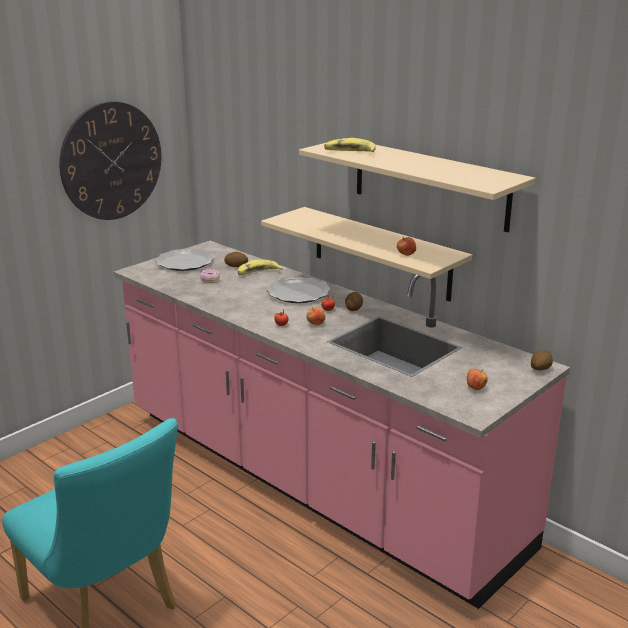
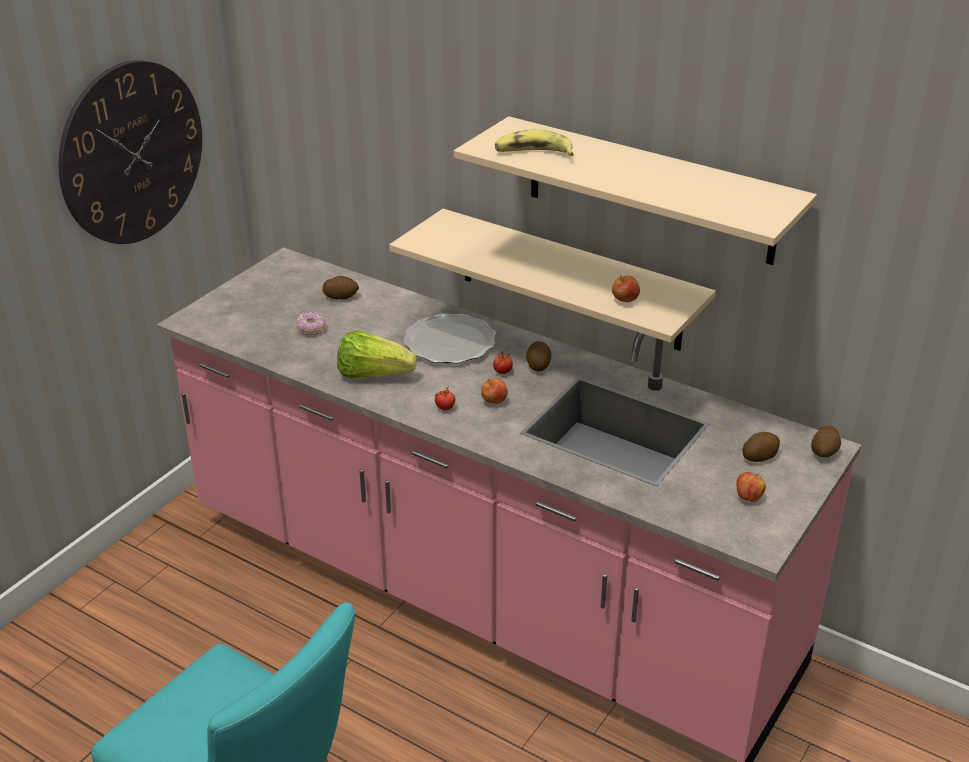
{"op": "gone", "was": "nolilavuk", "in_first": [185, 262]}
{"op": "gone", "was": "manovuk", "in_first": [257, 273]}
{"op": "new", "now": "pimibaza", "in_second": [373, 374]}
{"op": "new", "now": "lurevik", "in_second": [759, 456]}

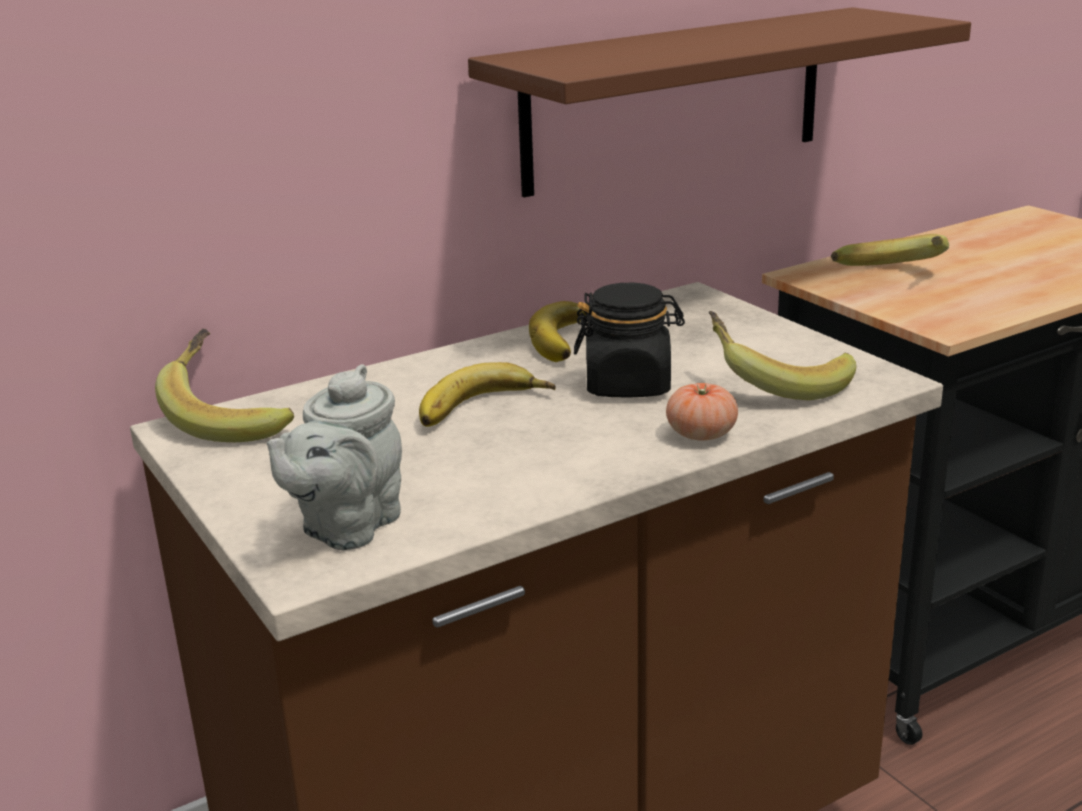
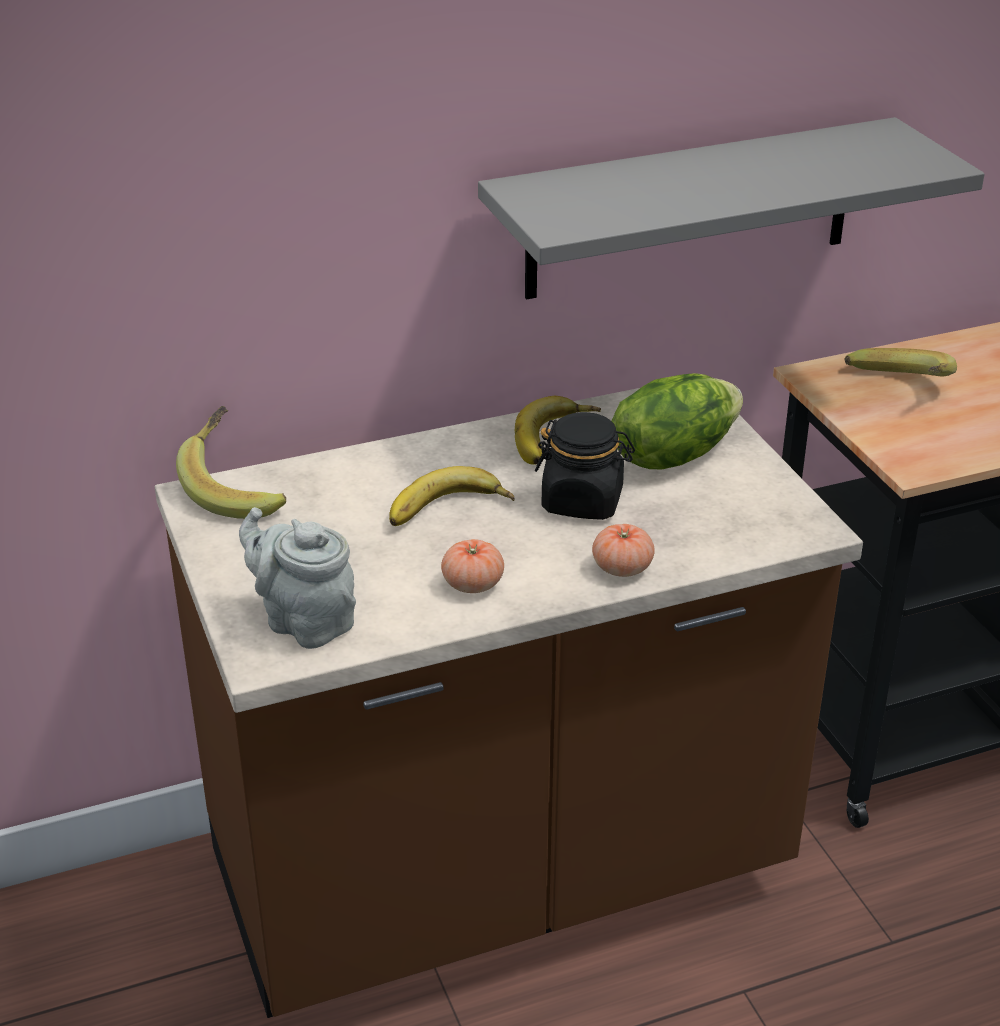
{"op": "gone", "was": "manovuk", "in_first": [776, 384]}
{"op": "new", "now": "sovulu", "in_second": [473, 584]}
{"op": "new", "now": "pimibaza", "in_second": [673, 454]}
{"op": "repainted", "was": "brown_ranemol", "now": "grey_ranemol", "in_first": [676, 99], "in_second": [691, 209]}
{"op": "rotated", "was": "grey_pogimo", "in_first": [346, 527], "in_second": [304, 621], "clockwise": 90}

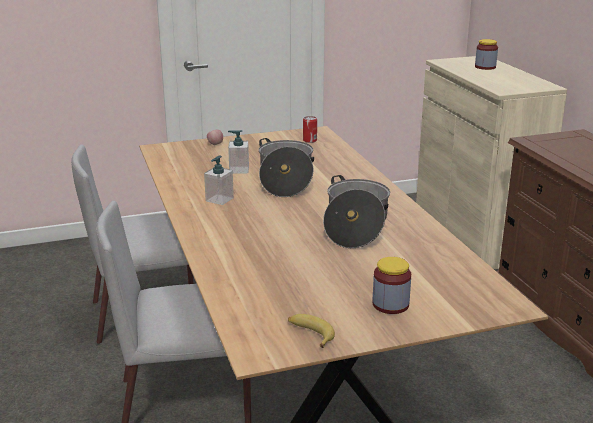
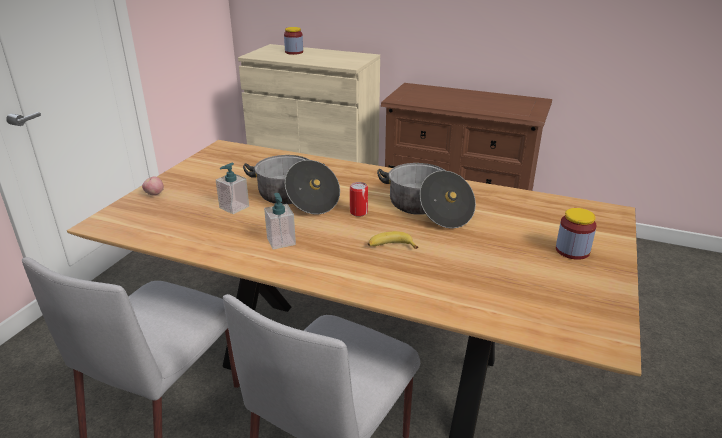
{"op": "shifted", "was": "manovuk", "in_first": [310, 334], "in_second": [391, 246]}
{"op": "shifted", "was": "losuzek", "in_first": [309, 140], "in_second": [358, 212]}

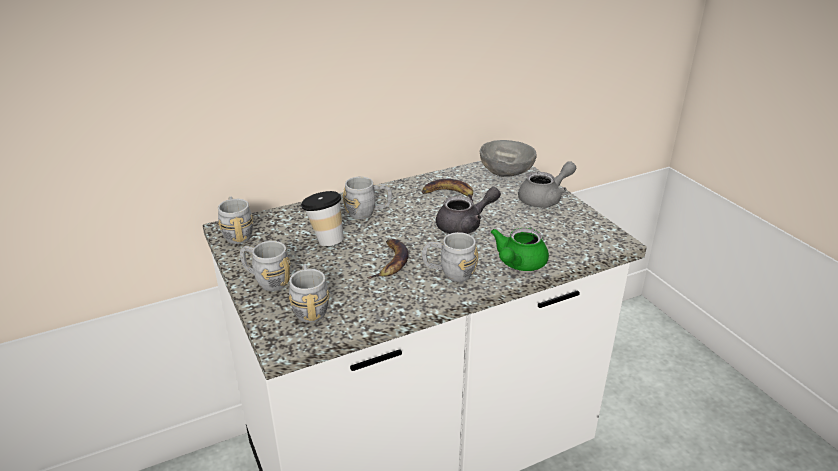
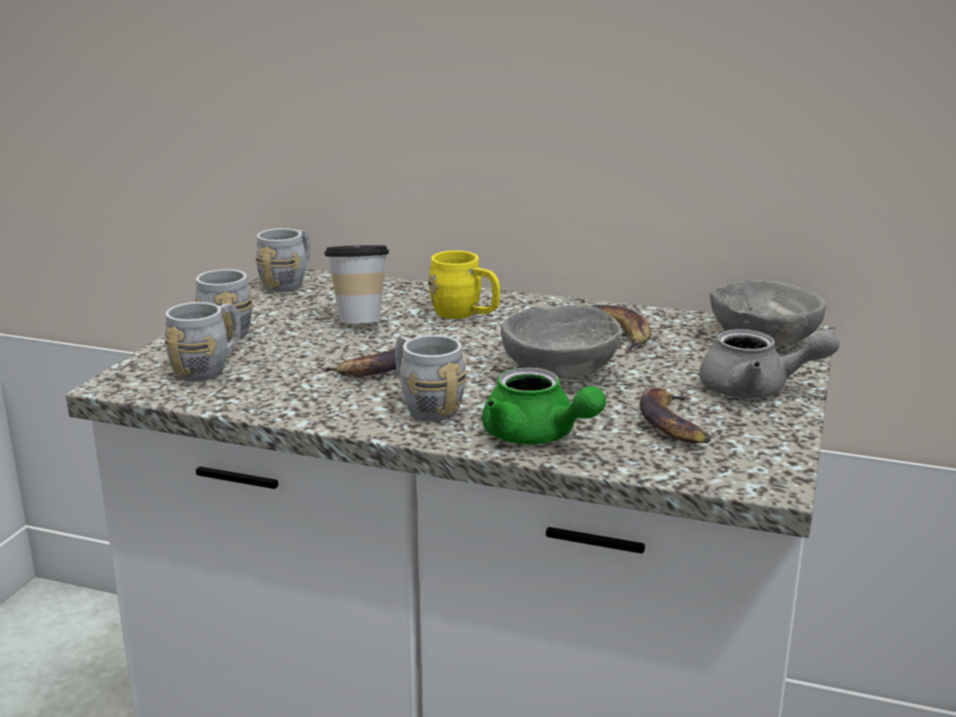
{"op": "new", "now": "manovuk", "in_second": [674, 424]}
{"op": "swapped", "was": "grey_pogimo", "now": "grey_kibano", "in_first": [465, 225], "in_second": [560, 371]}
{"op": "repainted", "was": "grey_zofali", "now": "yellow_zofali", "in_first": [368, 212], "in_second": [465, 314]}
{"op": "rotated", "was": "green_pogimo", "in_first": [518, 264], "in_second": [537, 437], "clockwise": -120}

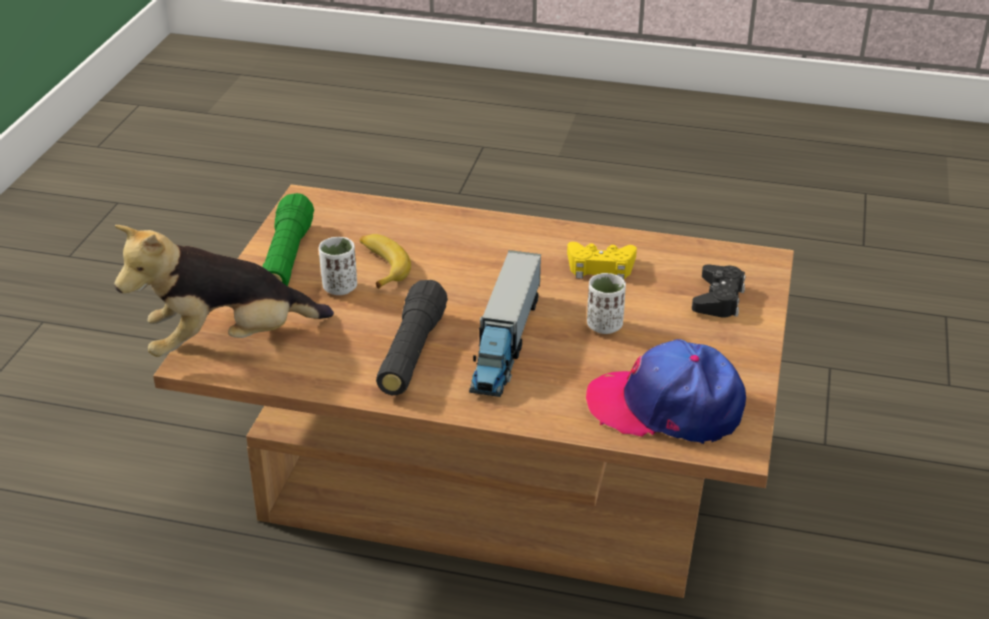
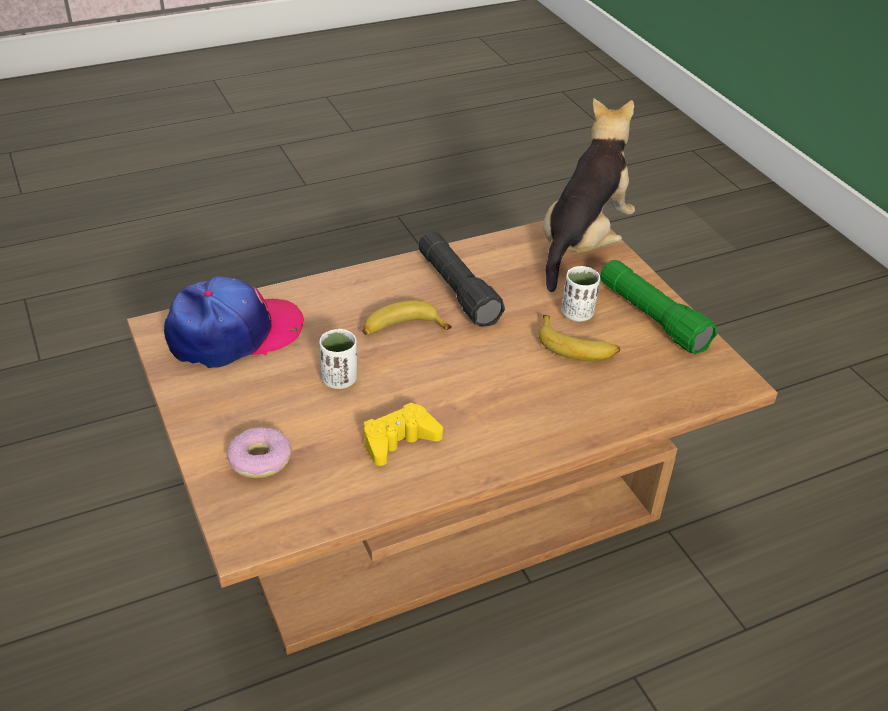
{"op": "swapped", "was": "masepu", "now": "manovuk", "in_first": [505, 342], "in_second": [402, 329]}
{"op": "swapped", "was": "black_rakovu", "now": "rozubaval", "in_first": [718, 299], "in_second": [260, 459]}

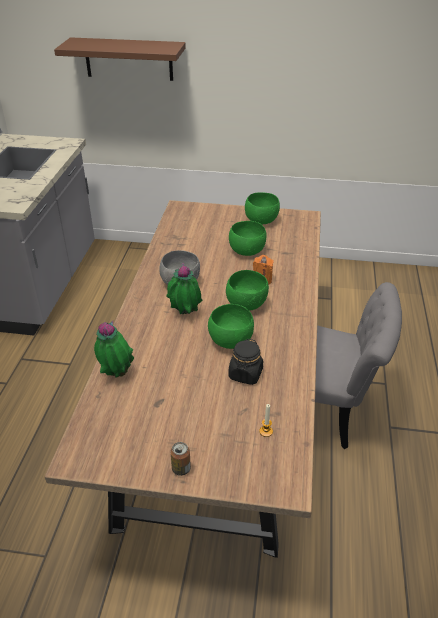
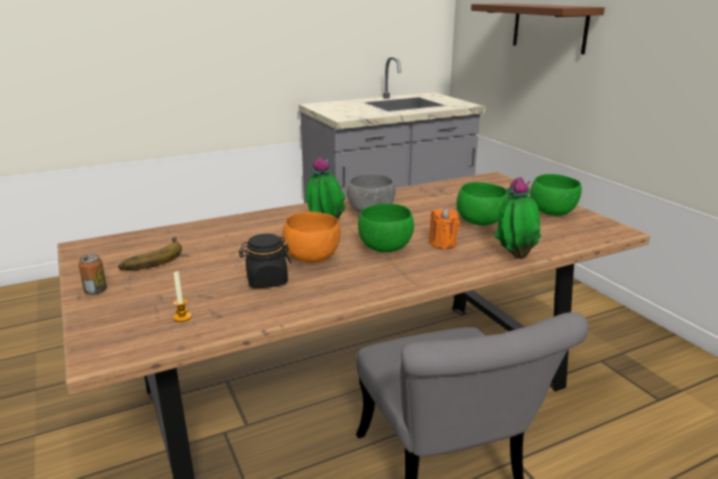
{"op": "new", "now": "manovuk", "in_second": [151, 258]}
{"op": "shifted", "was": "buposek", "in_first": [116, 374], "in_second": [515, 256]}
{"op": "repainted", "was": "green_kibano", "now": "orange_kibano", "in_first": [230, 340], "in_second": [313, 258]}

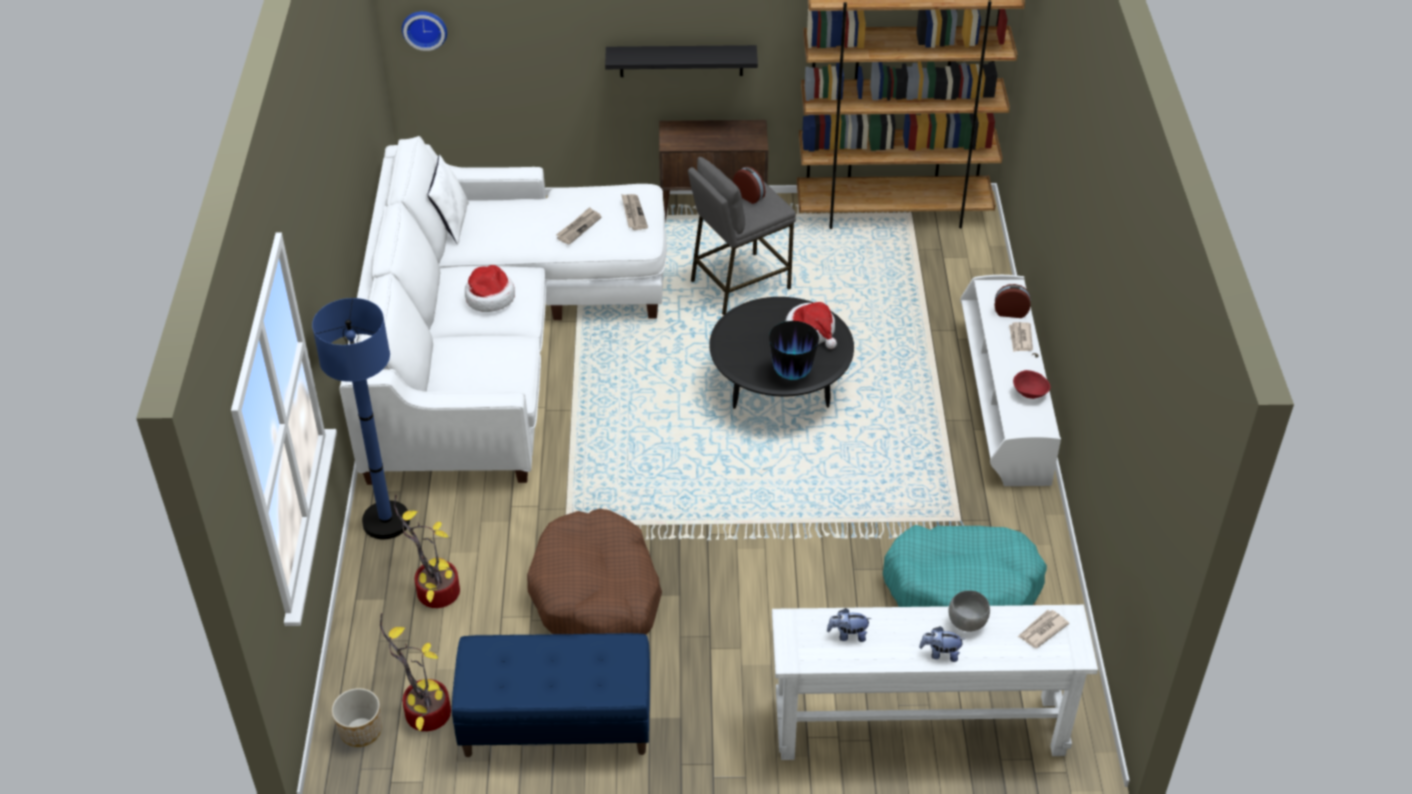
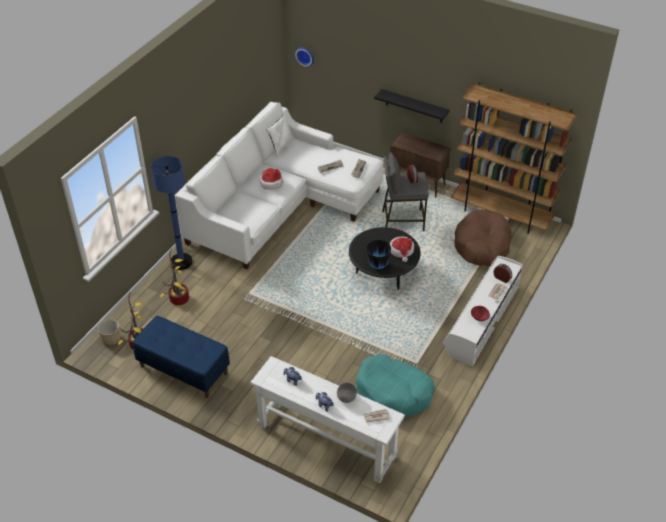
{"op": "shifted", "was": "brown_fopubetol", "in_first": [596, 594], "in_second": [482, 245]}

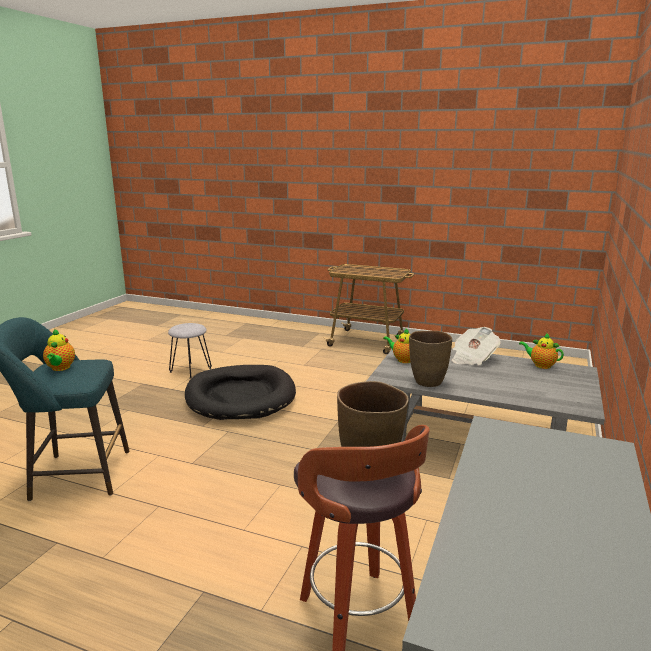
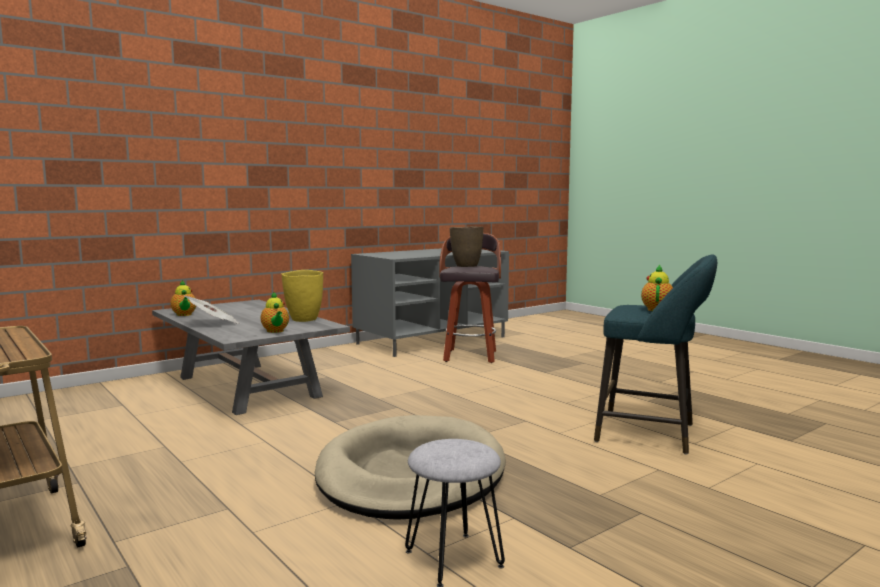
{"op": "repainted", "was": "black_fopubetol", "now": "beige_fopubetol", "in_first": [240, 396], "in_second": [411, 474]}
{"op": "repainted", "was": "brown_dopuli", "now": "yellow_dopuli", "in_first": [427, 382], "in_second": [304, 319]}

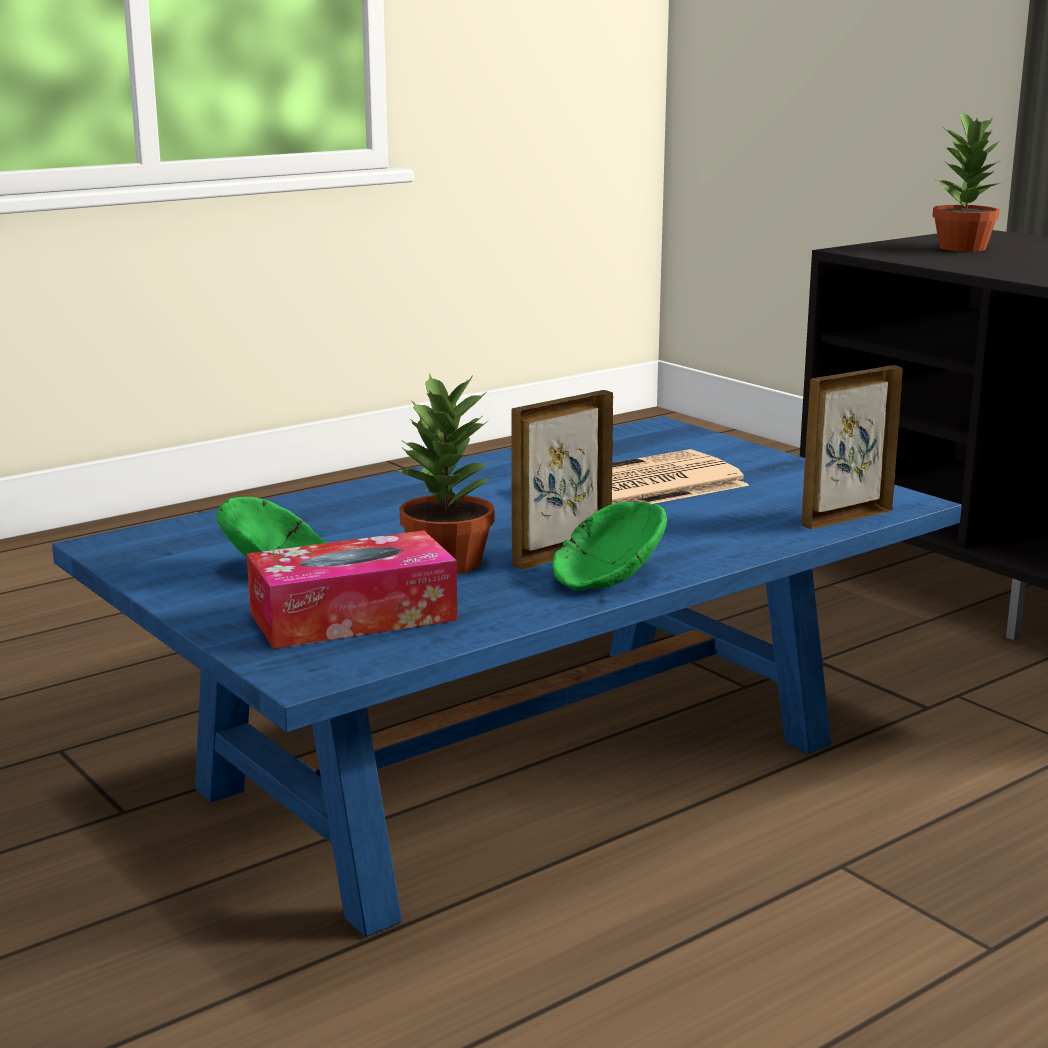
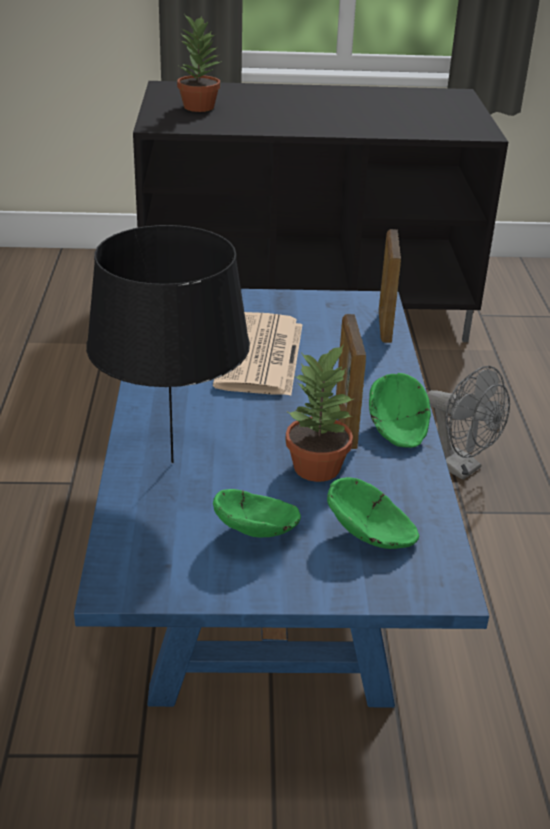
{"op": "new", "now": "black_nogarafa", "in_second": [171, 462]}
{"op": "new", "now": "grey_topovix", "in_second": [459, 467]}
{"op": "swapped", "was": "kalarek", "now": "green_kibano", "in_first": [353, 616], "in_second": [372, 536]}

